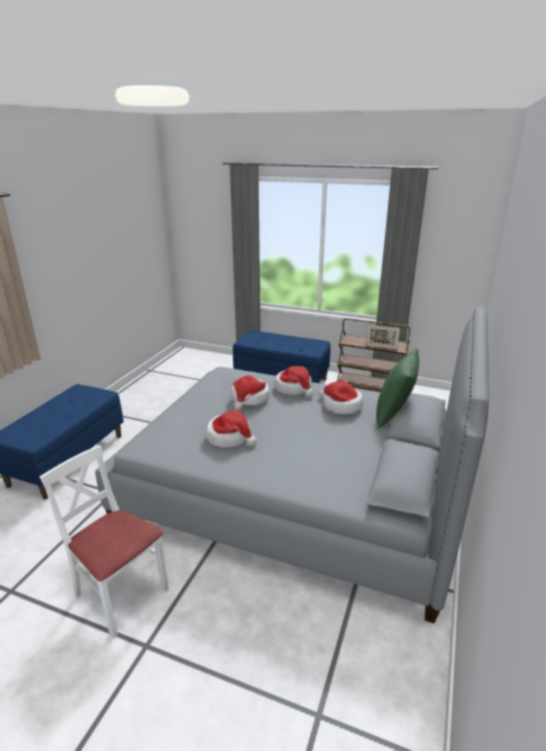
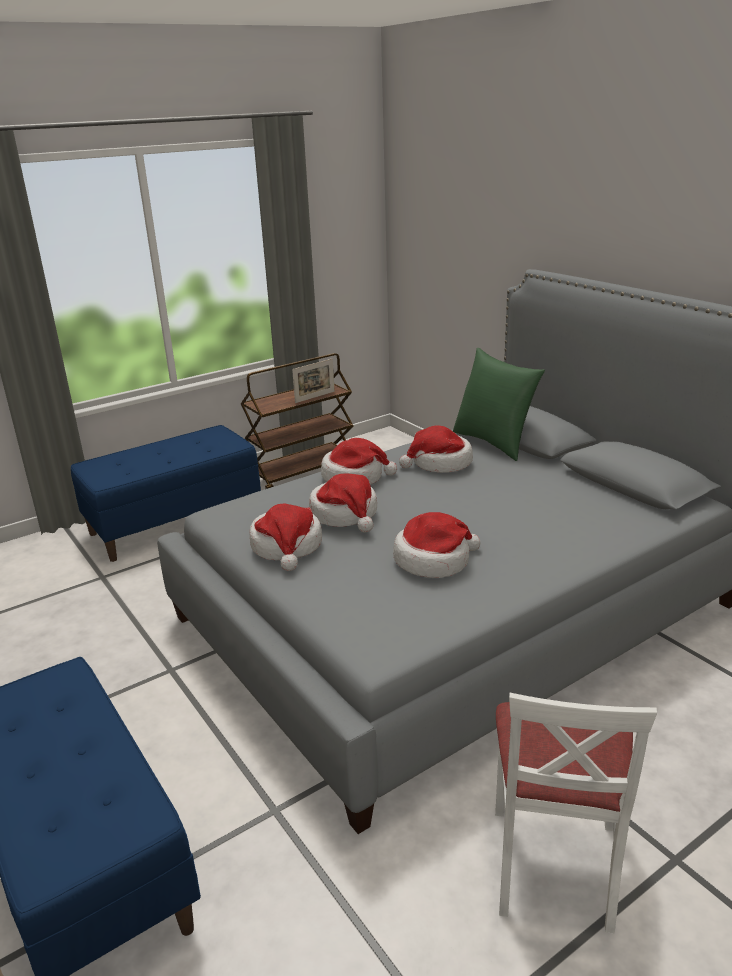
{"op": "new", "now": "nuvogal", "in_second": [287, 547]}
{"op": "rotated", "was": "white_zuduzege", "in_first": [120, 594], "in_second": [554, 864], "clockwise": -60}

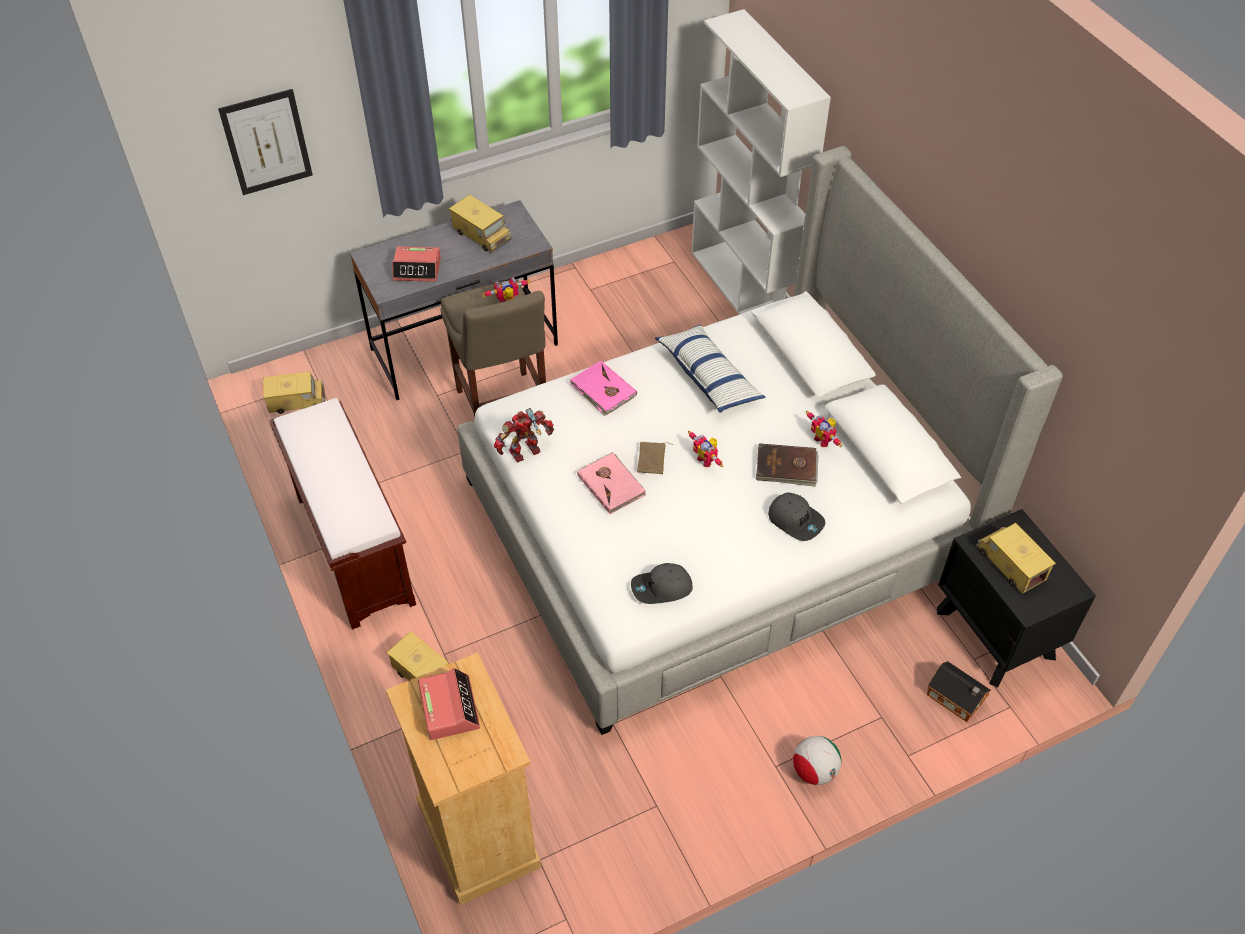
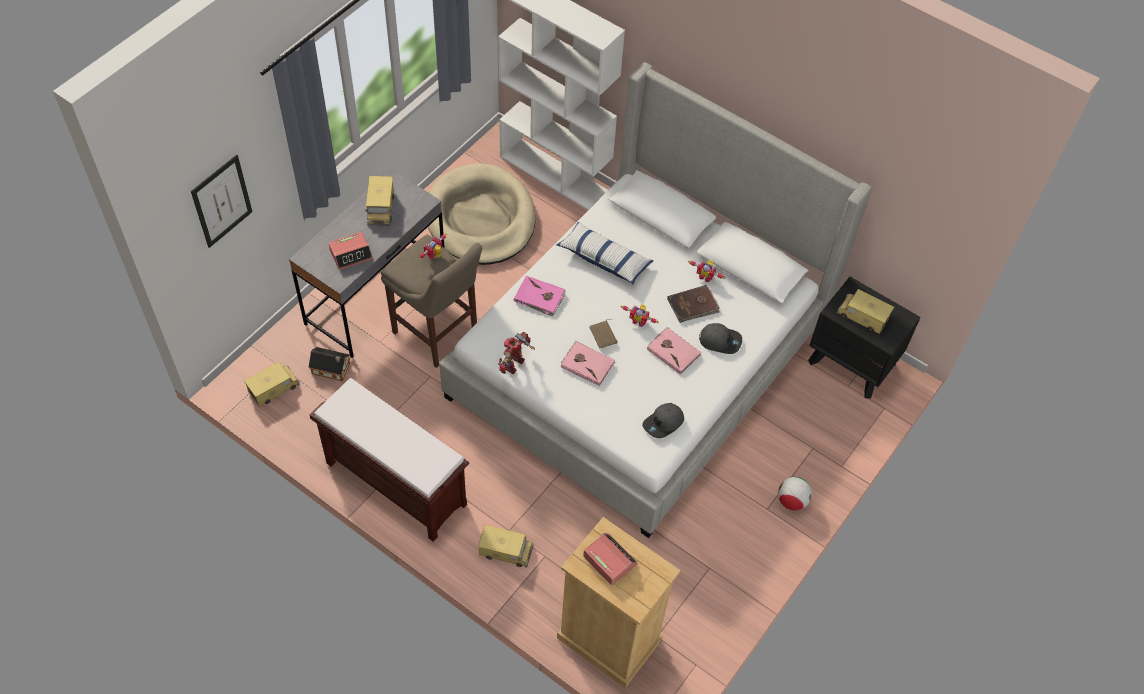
{"op": "new", "now": "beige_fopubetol", "in_second": [480, 219]}
{"op": "new", "now": "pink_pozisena", "in_second": [673, 351]}
{"op": "shifted", "was": "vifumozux", "in_first": [956, 699], "in_second": [332, 369]}
{"op": "rotated", "was": "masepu", "in_first": [481, 234], "in_second": [381, 208], "clockwise": 75}

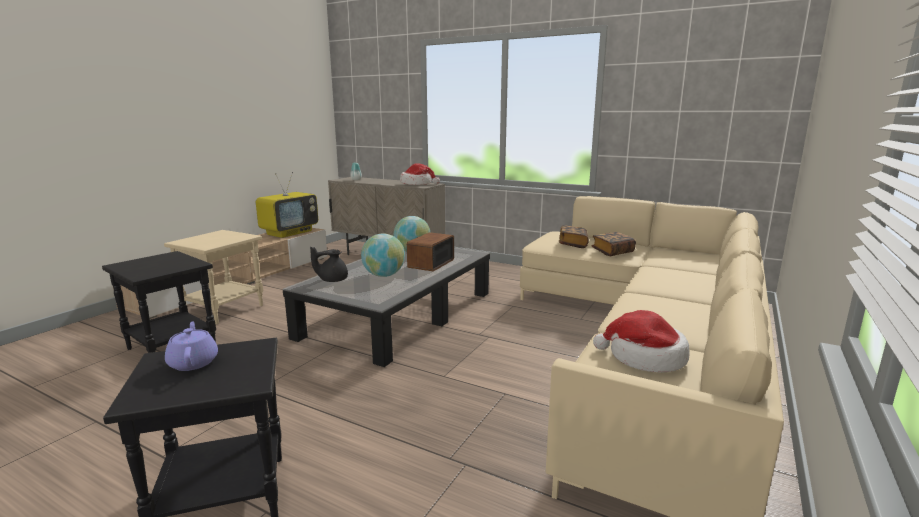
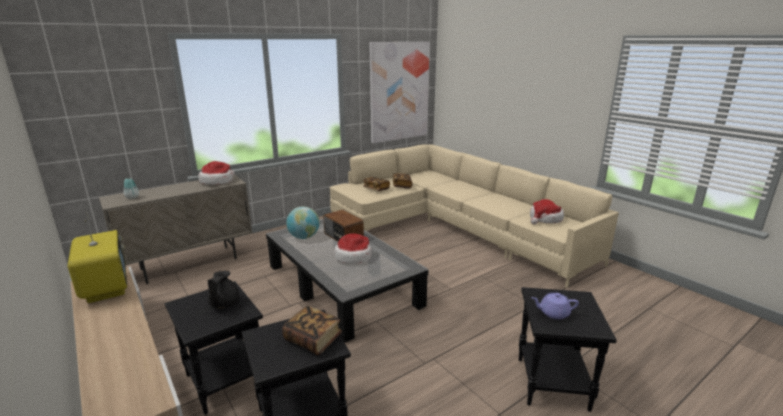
{"op": "new", "now": "pozisena", "in_second": [313, 339]}
{"op": "new", "now": "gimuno", "in_second": [399, 91]}
{"op": "shifted", "was": "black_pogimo", "in_first": [332, 280], "in_second": [223, 304]}
{"op": "swapped", "was": "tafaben", "now": "nuvogal", "in_first": [383, 275], "in_second": [353, 257]}
{"op": "repainted", "was": "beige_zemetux", "now": "black_zemetux", "in_first": [224, 310], "in_second": [223, 381]}

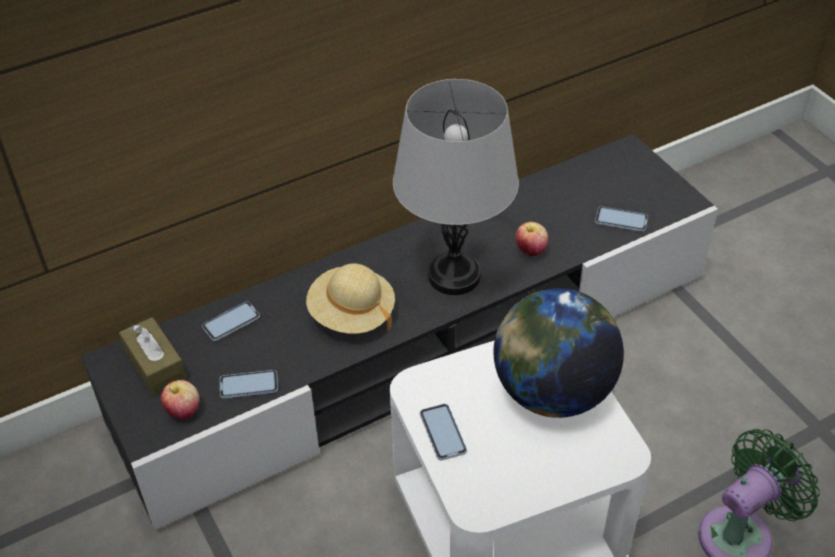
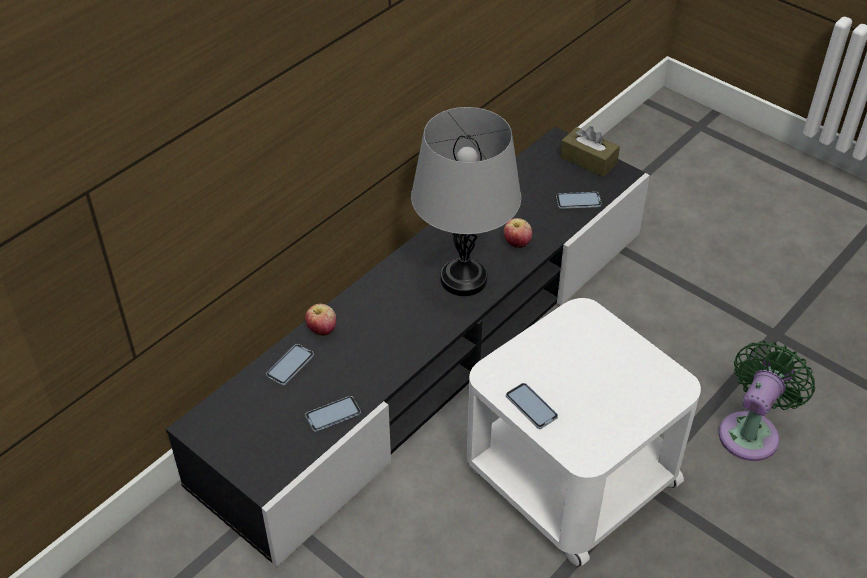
{"op": "gone", "was": "beige_nuvogal", "in_first": [351, 314]}
{"op": "gone", "was": "tafaben", "in_first": [552, 392]}
{"op": "shifted", "was": "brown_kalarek", "in_first": [155, 365], "in_second": [588, 160]}
{"op": "shifted", "was": "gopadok", "in_first": [183, 411], "in_second": [322, 330]}

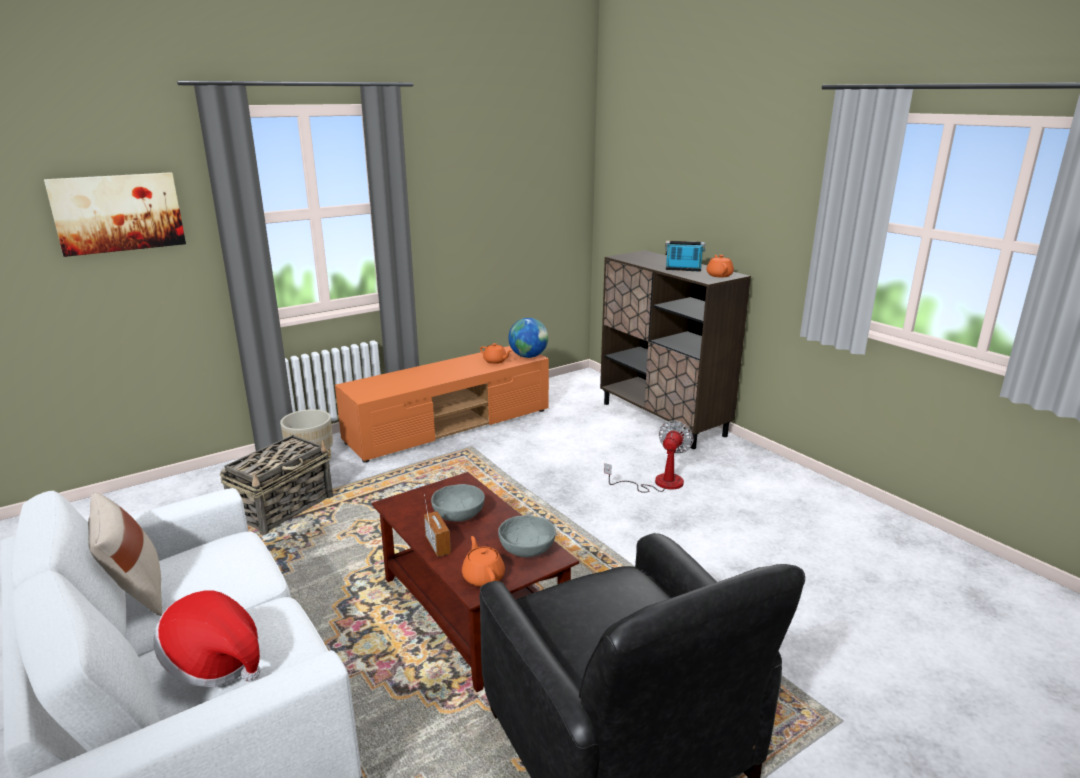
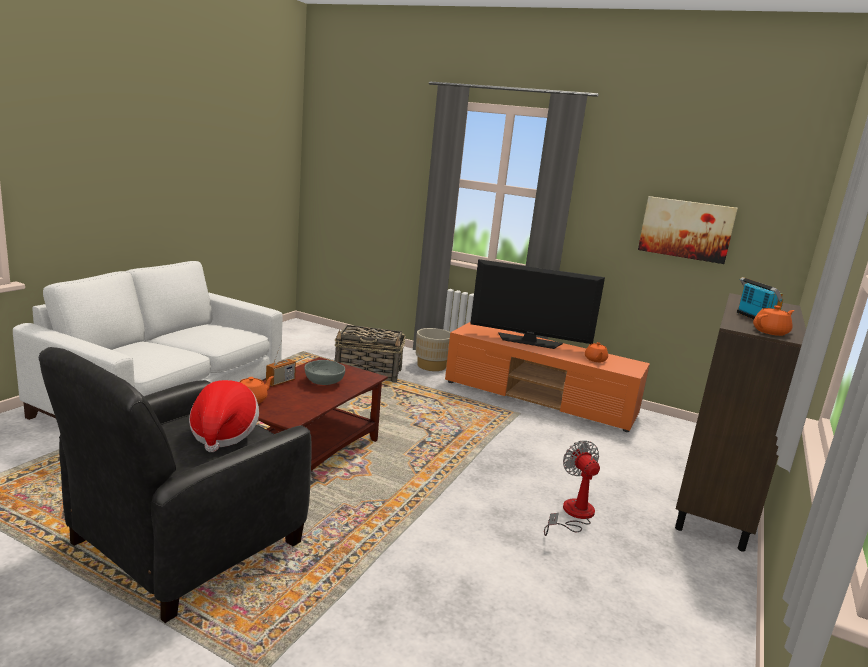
{"op": "gone", "was": "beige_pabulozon", "in_first": [135, 593]}
{"op": "gone", "was": "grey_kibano", "in_first": [527, 549]}
{"op": "gone", "was": "tafaben", "in_first": [528, 356]}
{"op": "new", "now": "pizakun", "in_second": [529, 341]}
{"op": "shifted", "was": "gimuno", "in_first": [118, 213], "in_second": [686, 229]}
{"op": "shifted", "was": "nuvogal", "in_first": [214, 662], "in_second": [223, 434]}
{"op": "rotated", "was": "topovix", "in_first": [658, 483], "in_second": [573, 515], "clockwise": -105}

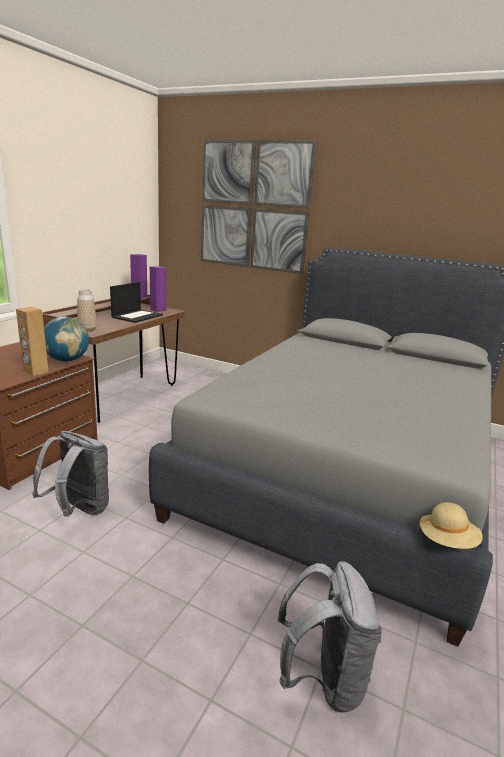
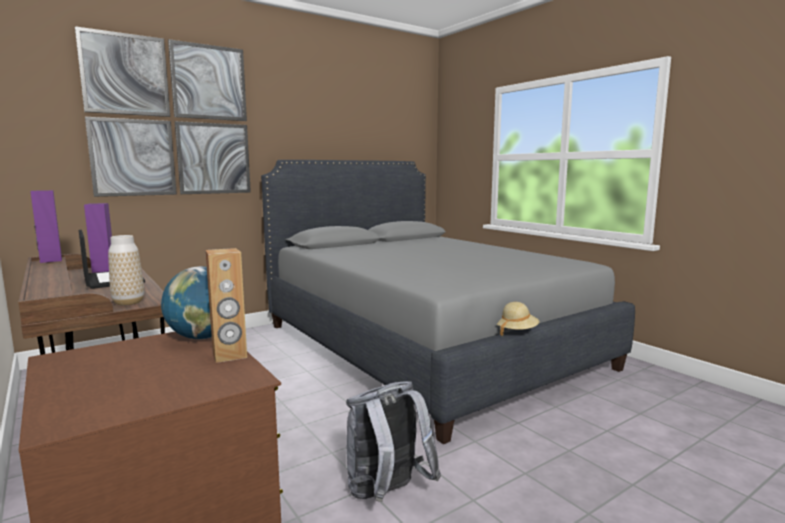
{"op": "gone", "was": "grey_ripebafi", "in_first": [323, 678]}
{"op": "shifted", "was": "beige_nuvogal", "in_first": [447, 541], "in_second": [515, 331]}

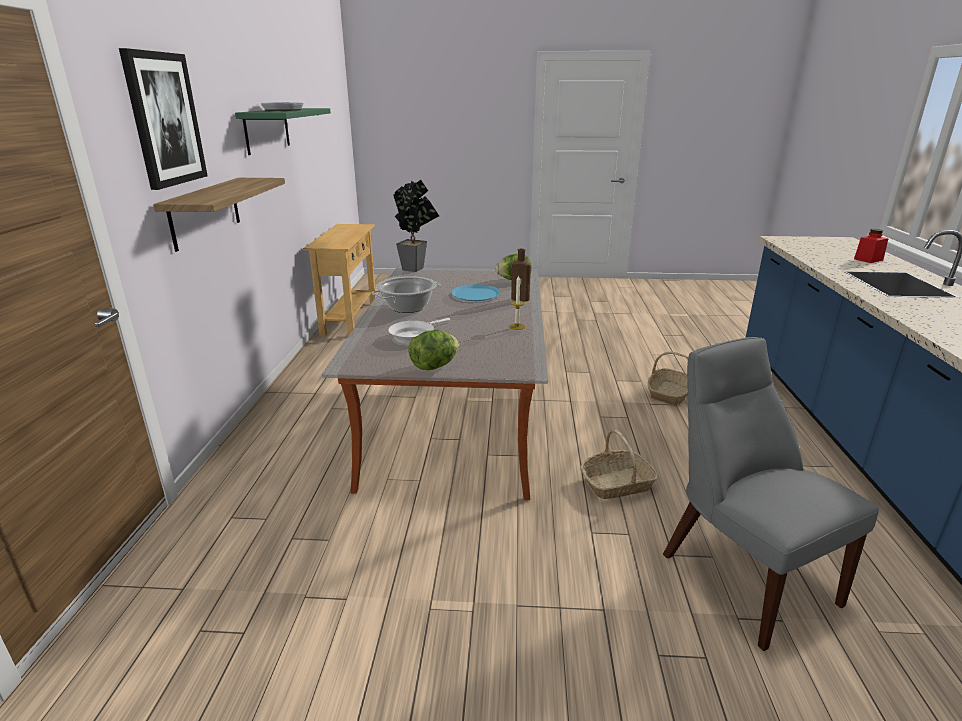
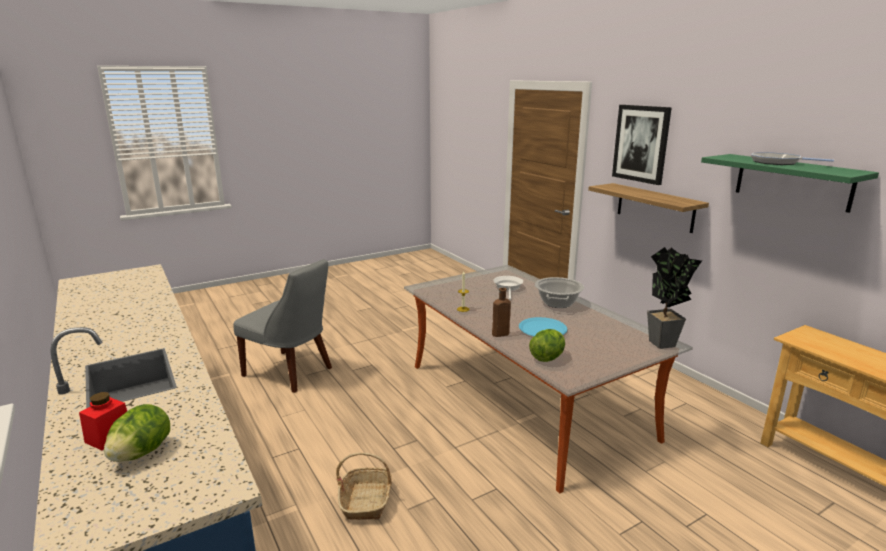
{"op": "gone", "was": "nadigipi", "in_first": [617, 484]}
{"op": "shifted", "was": "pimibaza", "in_first": [434, 366], "in_second": [141, 453]}

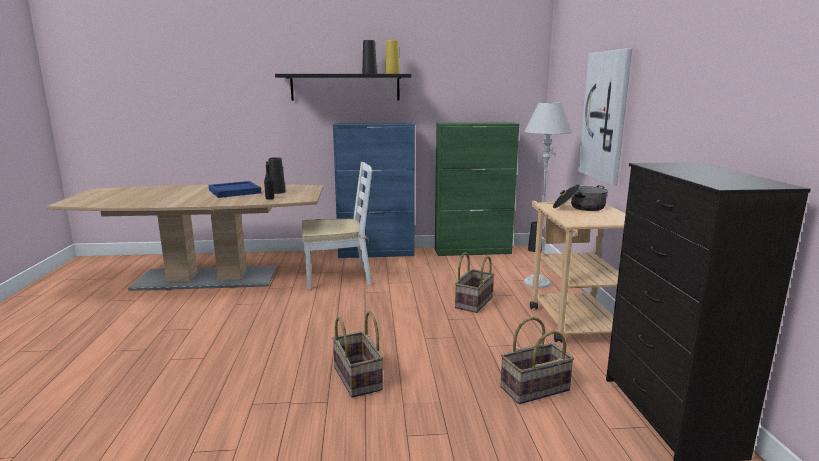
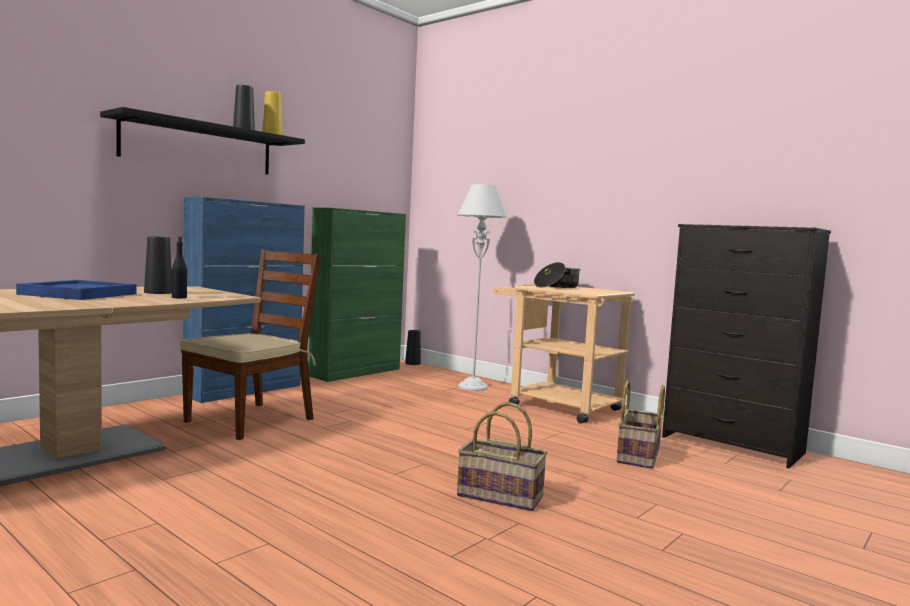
{"op": "gone", "was": "nadigipi", "in_first": [473, 302]}
{"op": "gone", "was": "gimuno", "in_first": [605, 116]}
{"op": "repainted", "was": "white_zuduzege", "now": "brown_zuduzege", "in_first": [338, 277], "in_second": [251, 420]}

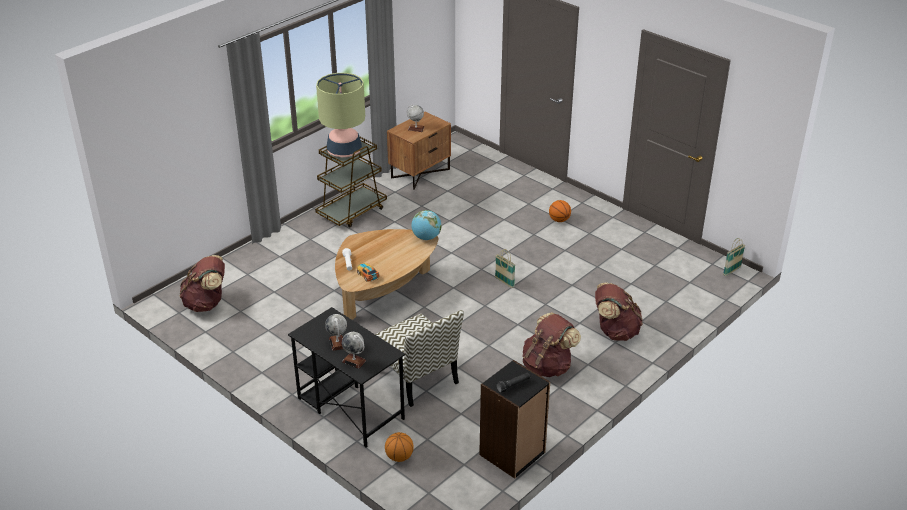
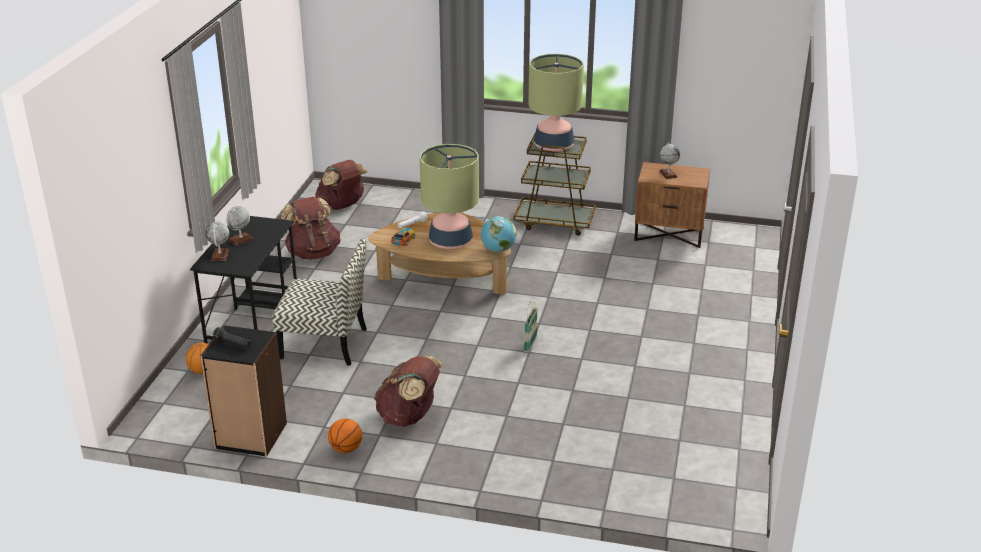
{"op": "gone", "was": "nadigipi", "in_first": [731, 271]}
{"op": "new", "now": "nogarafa", "in_second": [451, 242]}
{"op": "shifted", "was": "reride", "in_first": [559, 220], "in_second": [346, 449]}
{"op": "shifted", "was": "brown_ripebafi", "in_first": [615, 331], "in_second": [313, 253]}
{"op": "rotated", "was": "zuduzege", "in_first": [417, 378], "in_second": [325, 343], "clockwise": -105}

